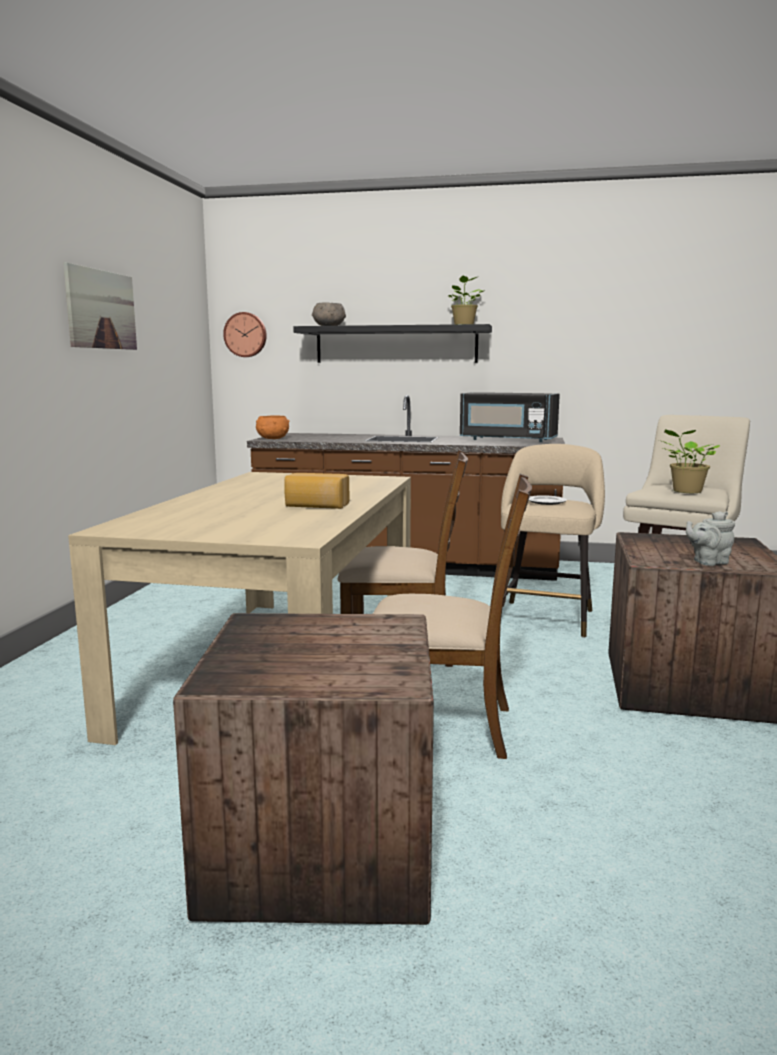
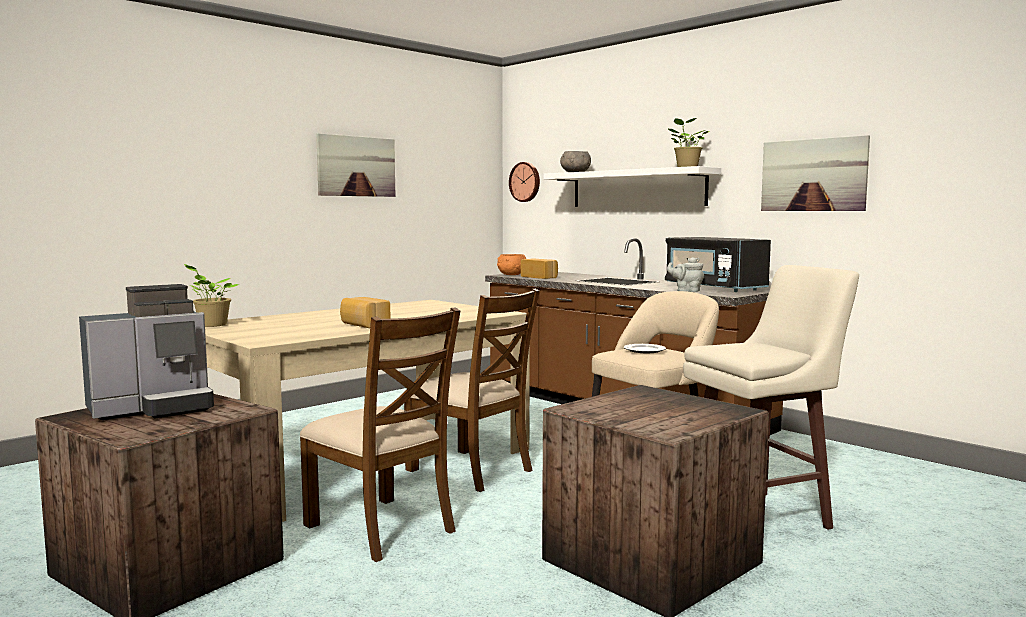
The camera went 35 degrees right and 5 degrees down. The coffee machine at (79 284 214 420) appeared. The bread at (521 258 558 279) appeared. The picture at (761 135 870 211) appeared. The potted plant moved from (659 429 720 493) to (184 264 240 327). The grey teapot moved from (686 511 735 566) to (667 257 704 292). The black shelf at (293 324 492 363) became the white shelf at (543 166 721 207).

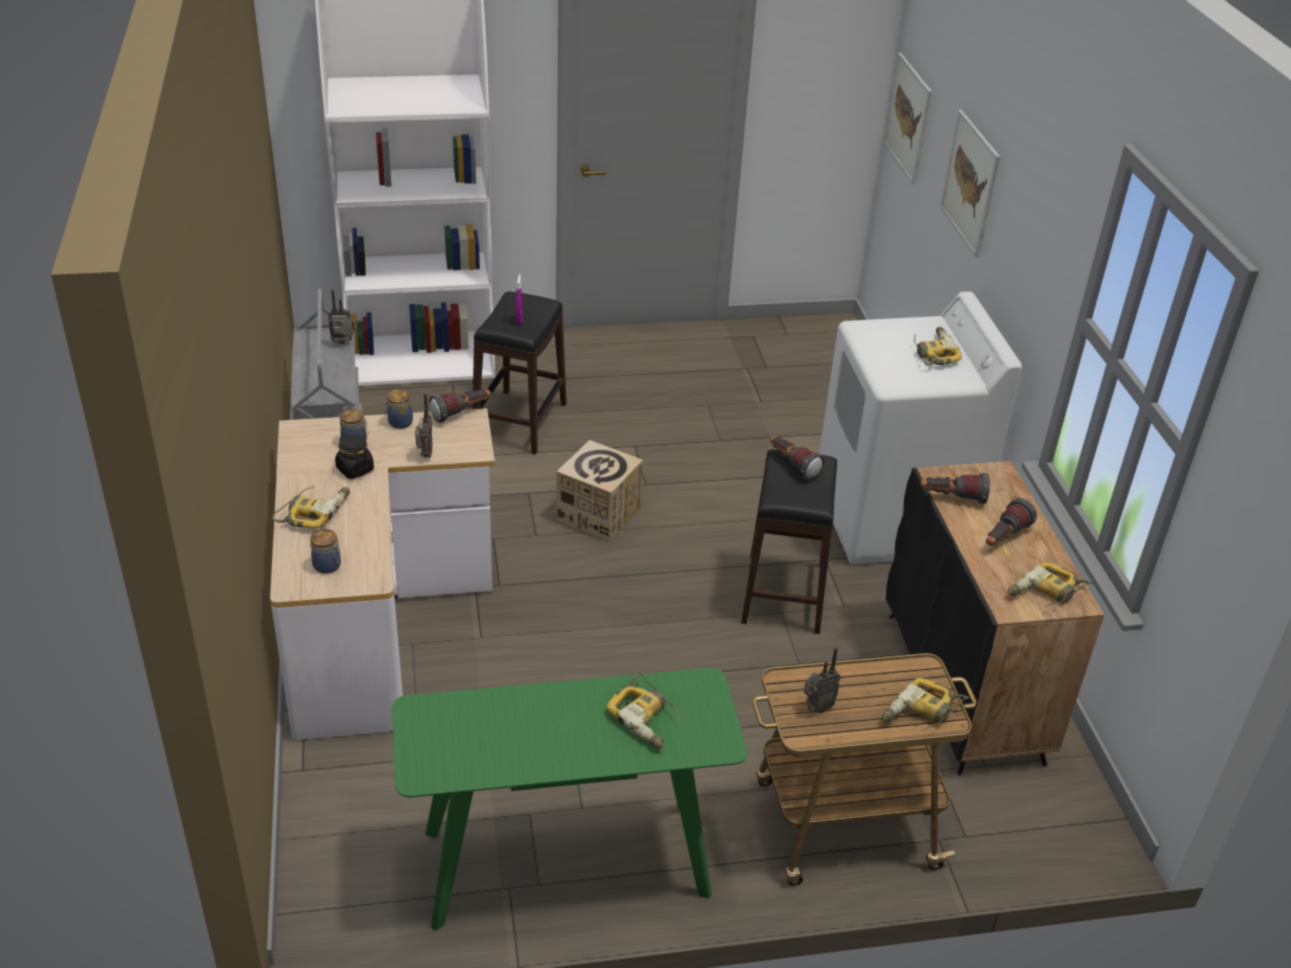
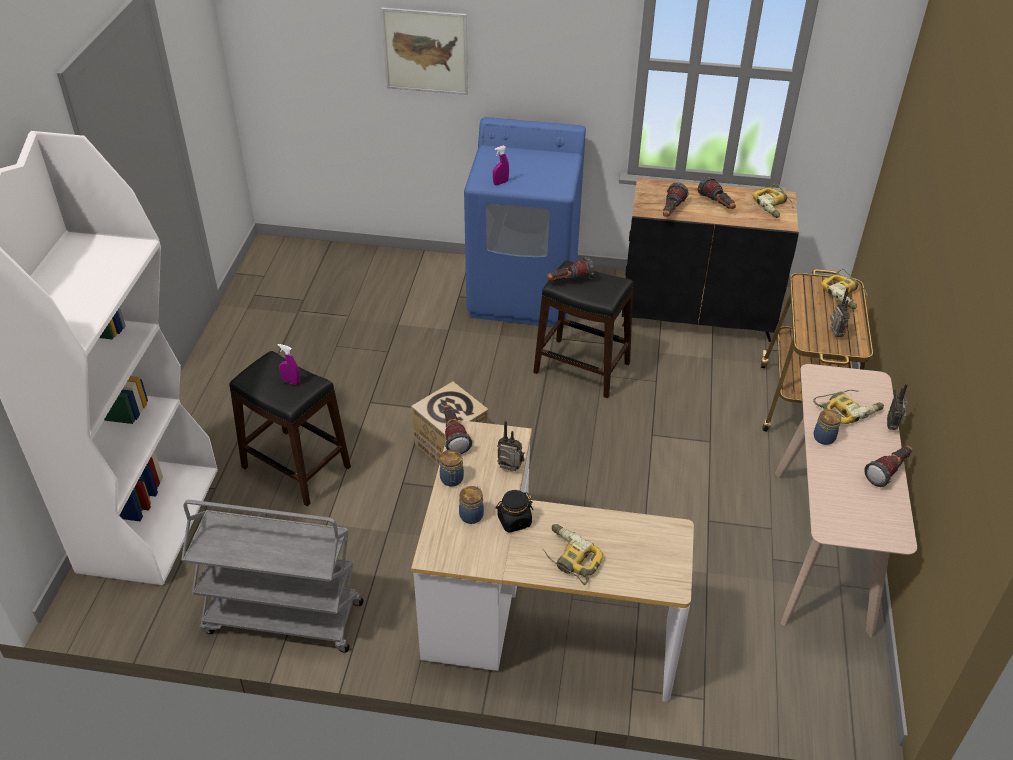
The camera went 70 degrees left and 5 degrees up. The picture at (884 53 932 184) disappeared. The power drill at (914 327 962 366) disappeared. The purple spray bottle at (493 146 509 185) appeared. The flashlight at (864 446 913 487) appeared. The jar moved from (310 529 341 574) to (813 409 841 445). The radio moved from (328 289 355 344) to (887 383 908 430). The green console table at (392 668 748 930) became the beige console table at (775 364 917 638). The white washing machine at (819 292 1022 564) became the blue washing machine at (464 117 586 327).

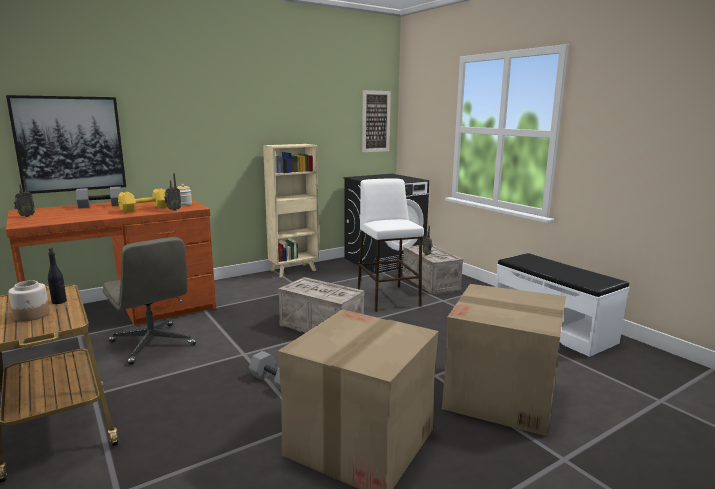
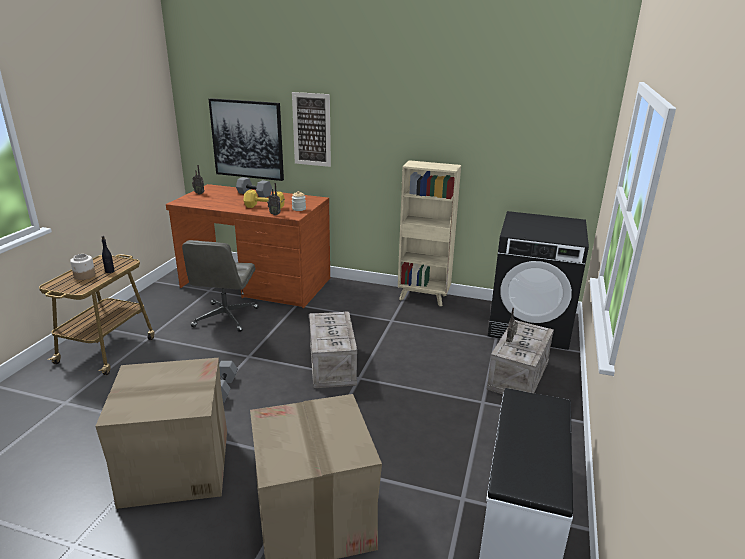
The camera went 50 degrees right and 10 degrees up. The white stool at (358 178 424 312) disappeared. The picture moved from (362 90 391 152) to (292 92 331 167).

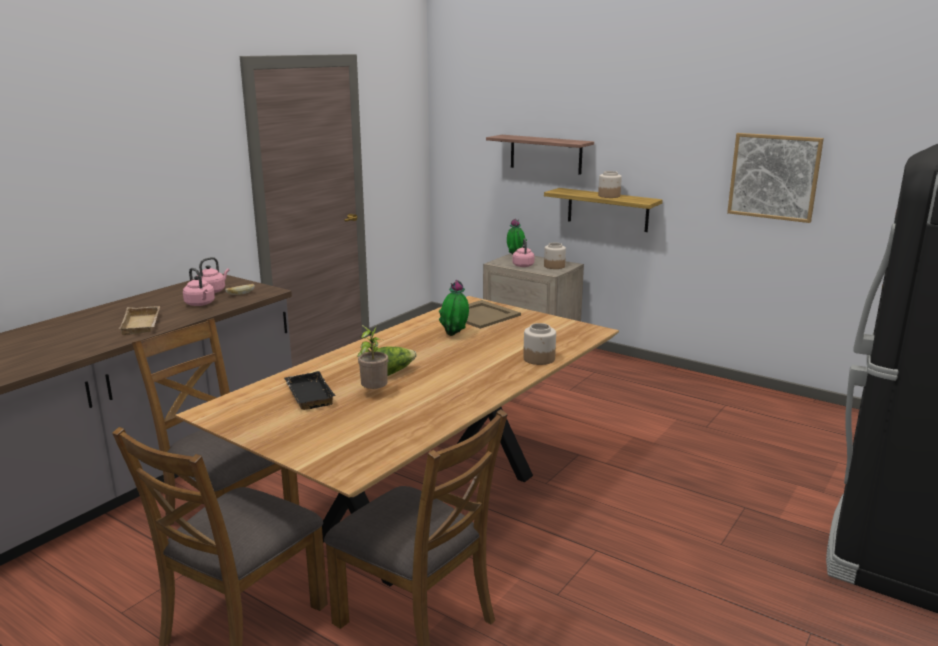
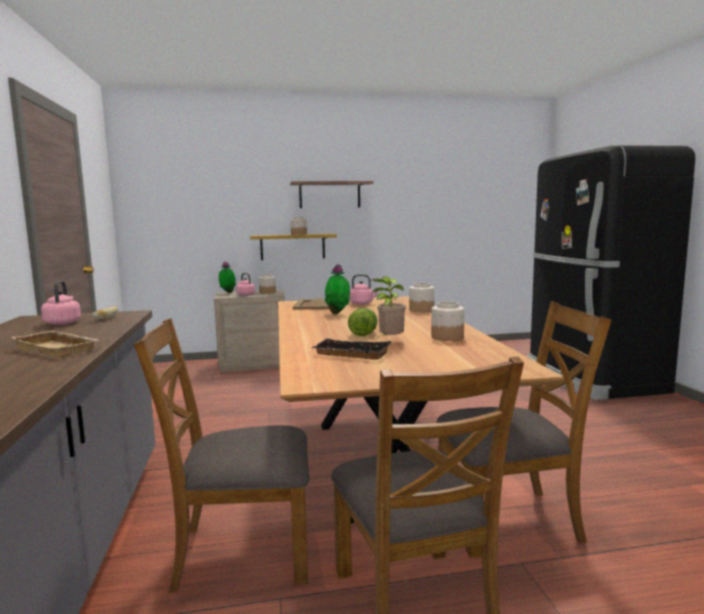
The camera went 45 degrees left and 10 degrees down. The picture at (727 133 824 223) disappeared. The jar at (431 301 464 341) appeared. The pink kettle moved from (183 268 215 306) to (350 274 378 305). The shelf moved from (486 135 594 175) to (290 181 374 208).

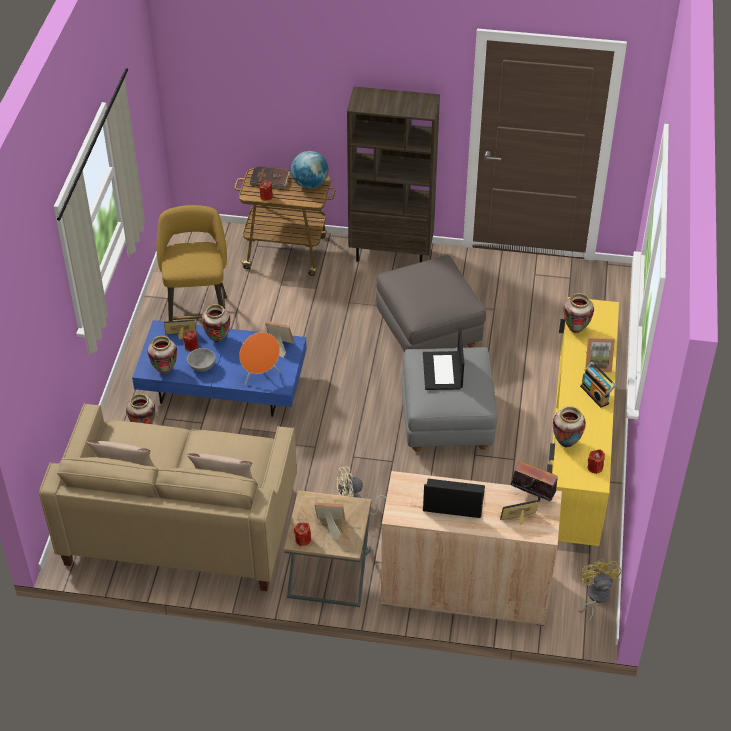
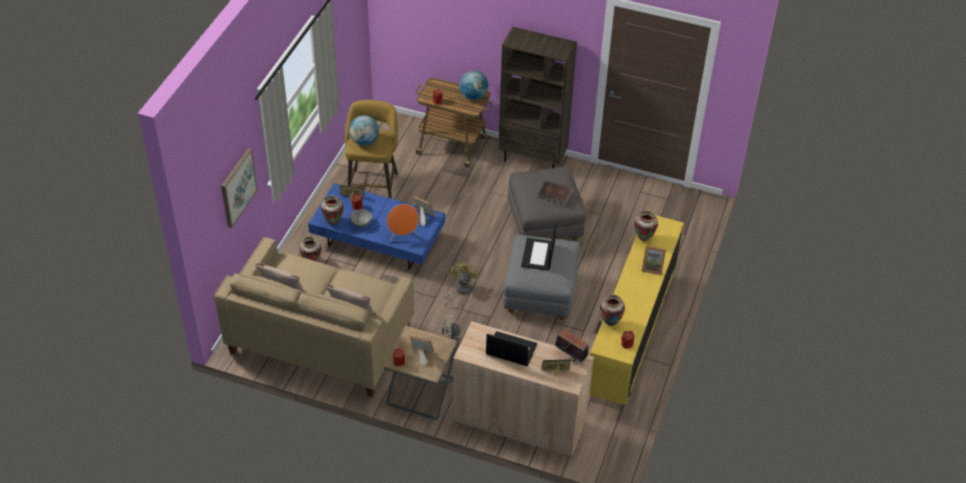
The camera went 10 degrees right and 0 degrees up. The vase at (201 304 230 342) disappeared. The radio at (580 362 616 408) disappeared. The picture at (221 149 257 228) appeared. The globe at (349 115 379 146) appeared. The brown book moved from (249 166 290 189) to (538 181 573 205). The yellow fan moved from (579 559 621 625) to (445 261 479 305).

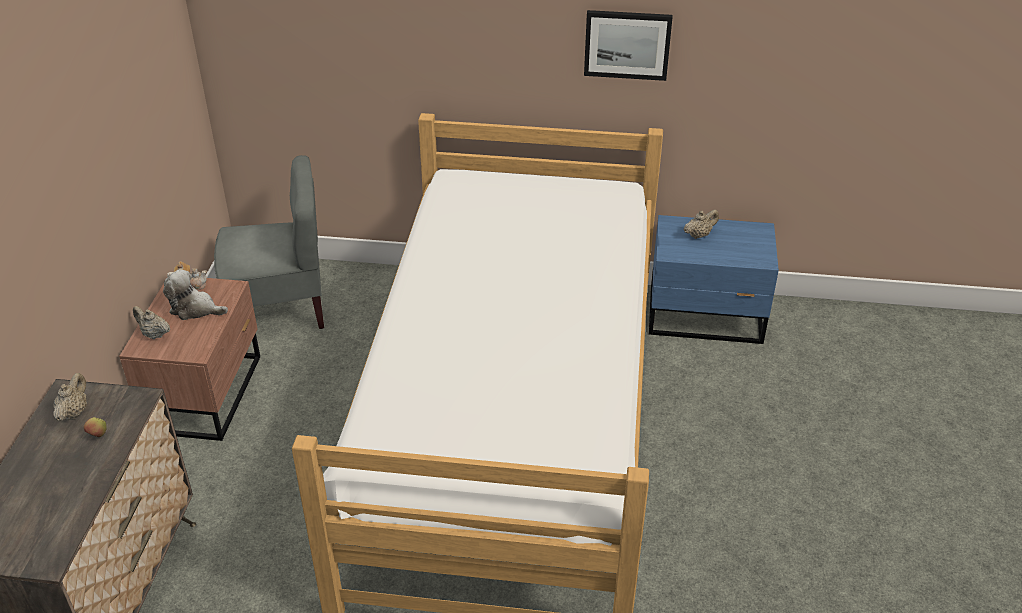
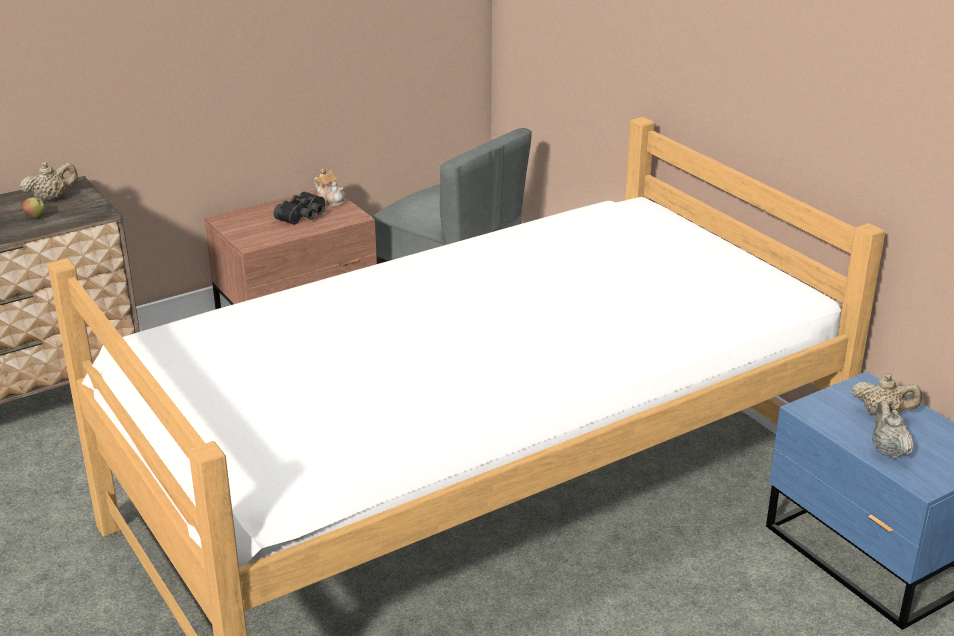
The camera went 50 degrees right and 10 degrees down. The picture at (584 10 673 81) disappeared. The beige teapot moved from (133 306 170 339) to (872 400 914 458). The plush toy at (163 269 228 320) was replaced by the black binoculars at (273 192 325 225).

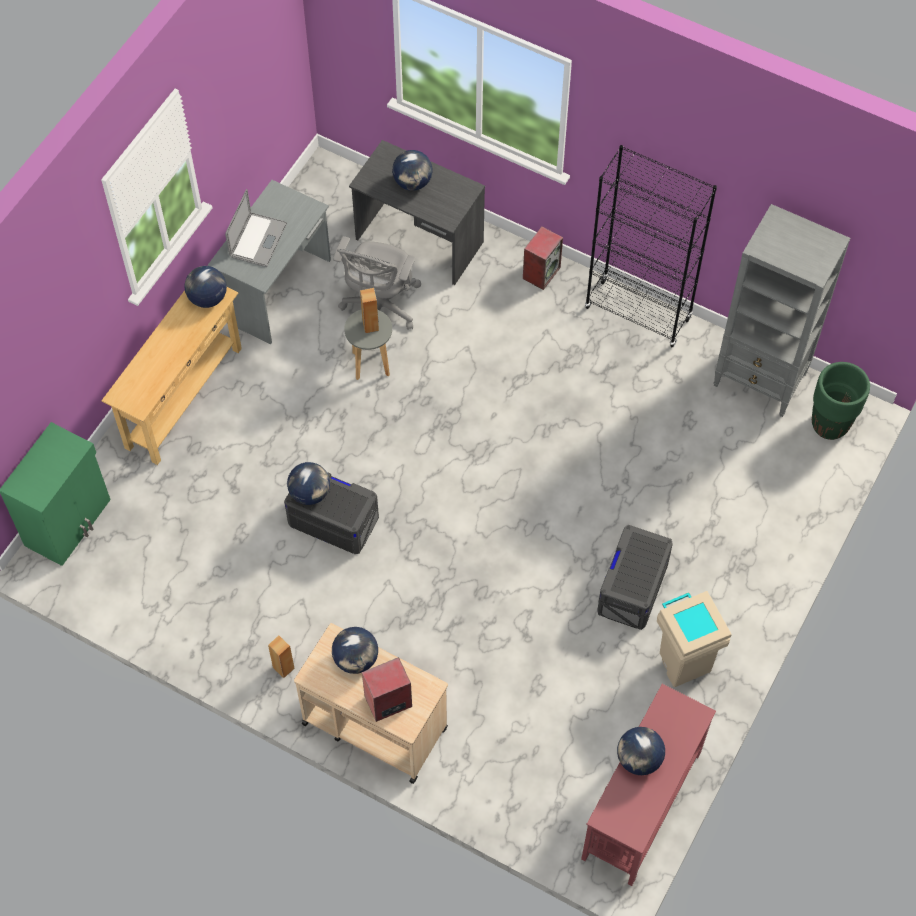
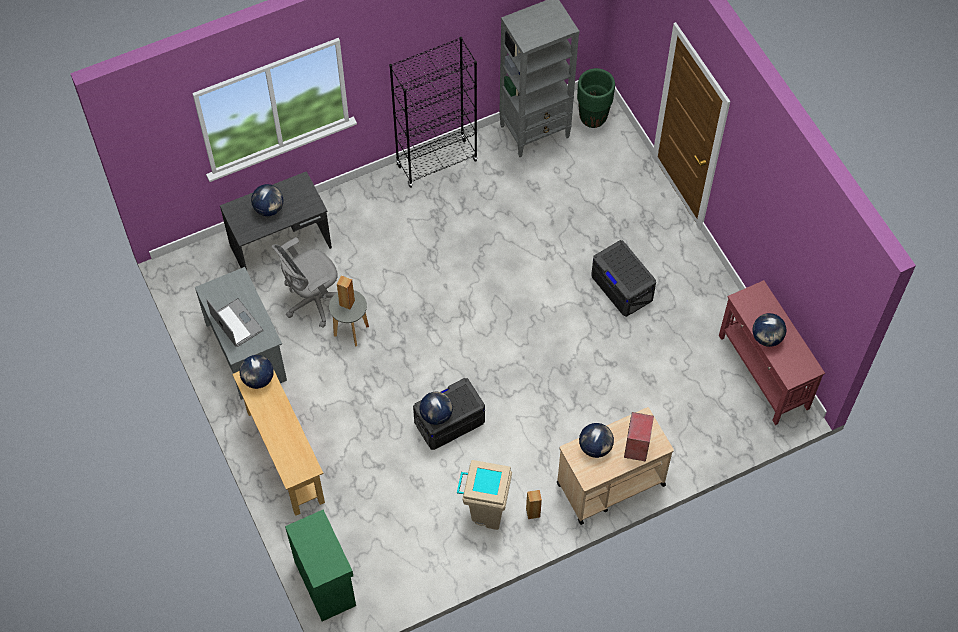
The camera went 55 degrees left and 0 degrees up. The speaker at (523 227 563 290) disappeared. The beige trash can moved from (657 591 732 687) to (457 460 512 530). The grey office chair at (333 236 421 330) turned 90 degrees clockwise.

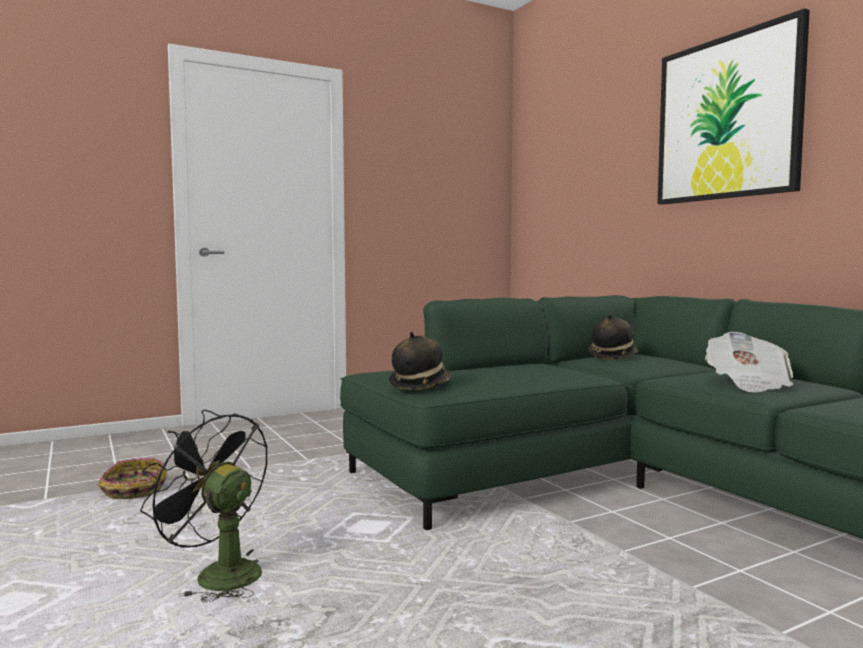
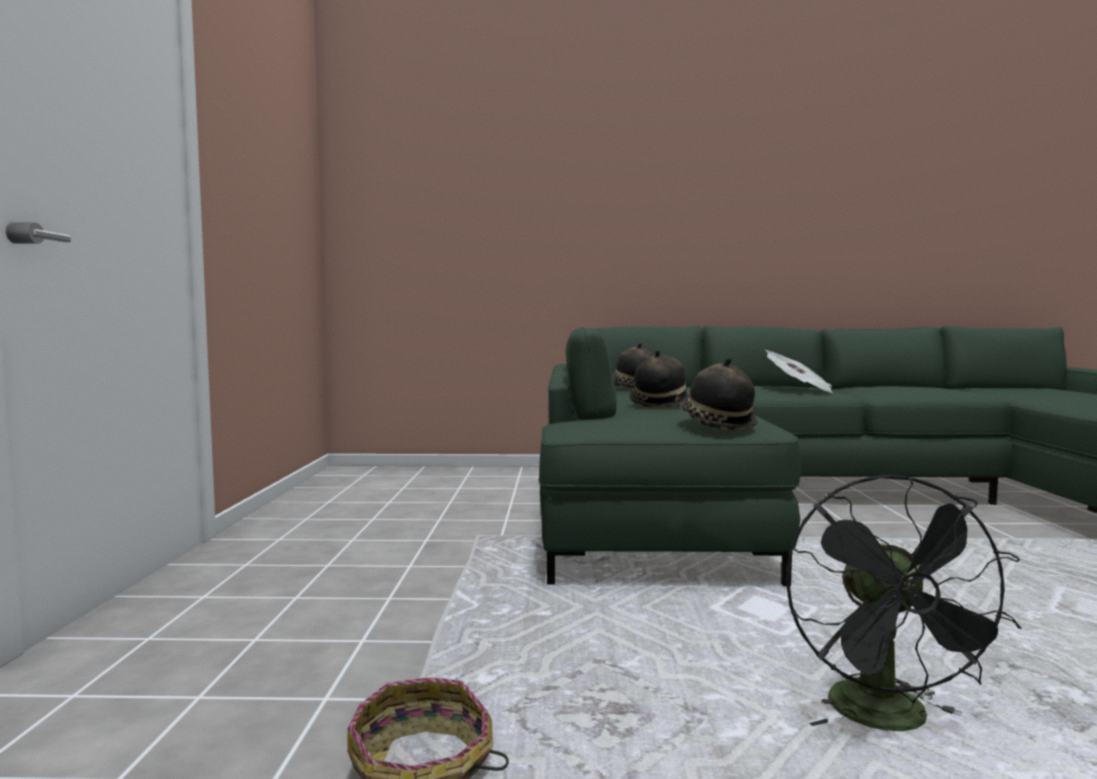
The camera went 60 degrees left and 0 degrees up. The picture at (657 8 810 205) disappeared. The hat at (630 350 690 408) appeared. The black fan at (140 410 268 603) turned 60 degrees counterclockwise.

